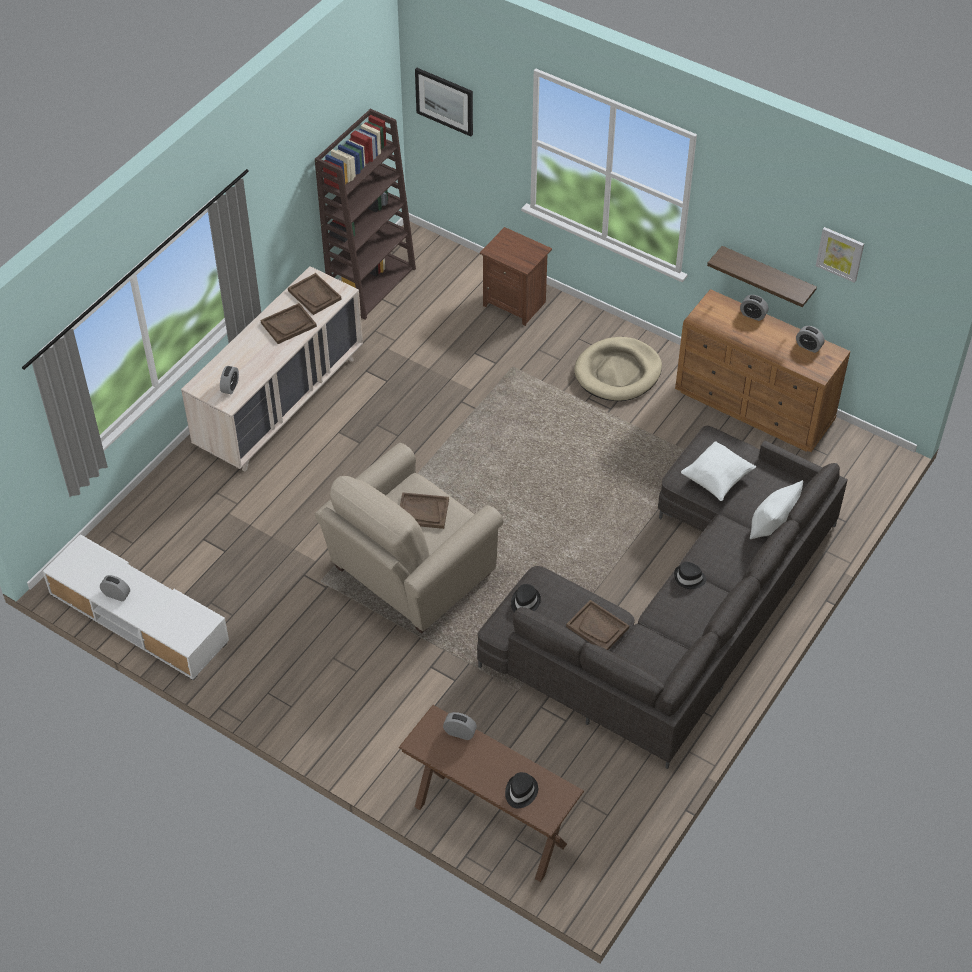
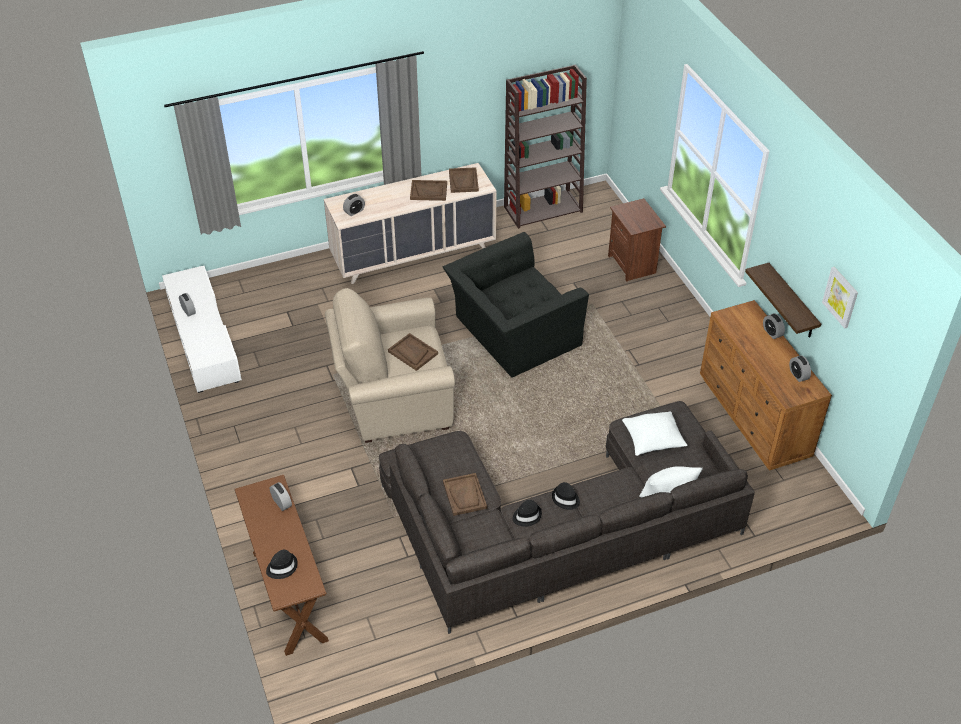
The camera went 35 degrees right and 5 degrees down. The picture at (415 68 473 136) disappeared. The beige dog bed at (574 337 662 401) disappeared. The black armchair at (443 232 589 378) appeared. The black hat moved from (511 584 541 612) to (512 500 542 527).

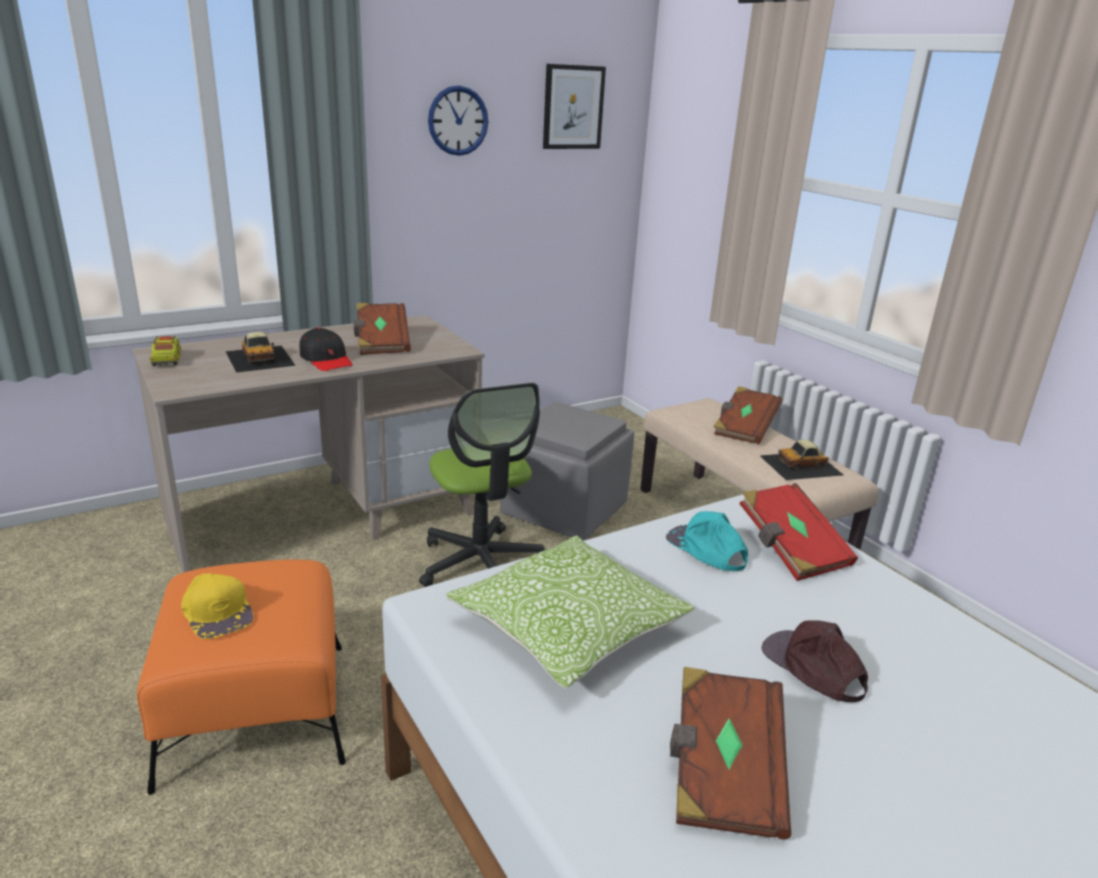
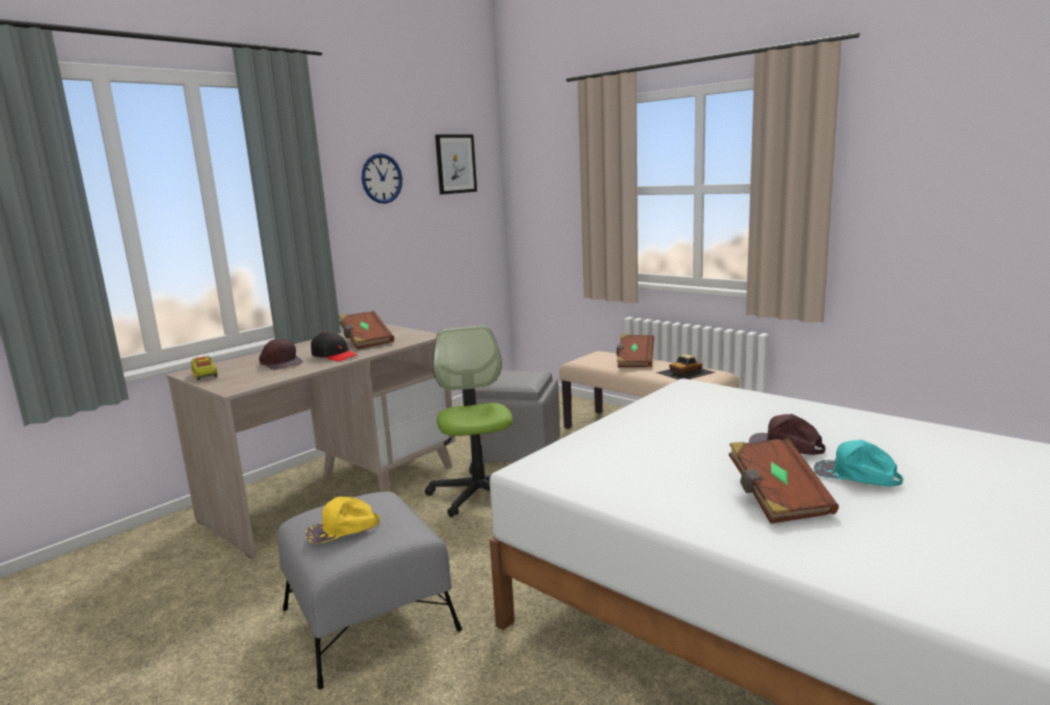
The camera went 15 degrees left and 10 degrees down. The pillow at (446 536 695 689) disappeared. The red book at (739 483 858 581) disappeared. The turquoise cap moved from (666 511 748 571) to (814 440 903 487). The toy car at (225 332 296 373) was replaced by the brown cap at (259 339 303 369). The orange ottoman at (137 560 346 795) became the grey ottoman at (277 492 462 690). The yellow cap at (181 573 254 639) turned 120 degrees clockwise. The office chair at (419 383 547 587) turned 150 degrees counterclockwise.

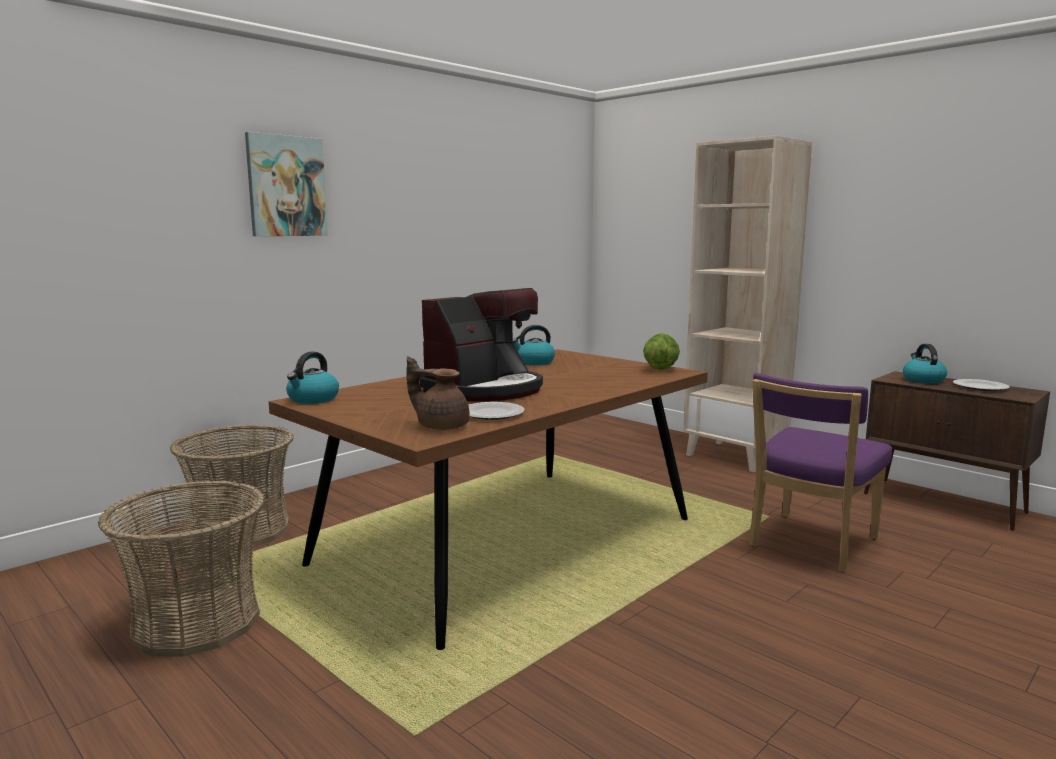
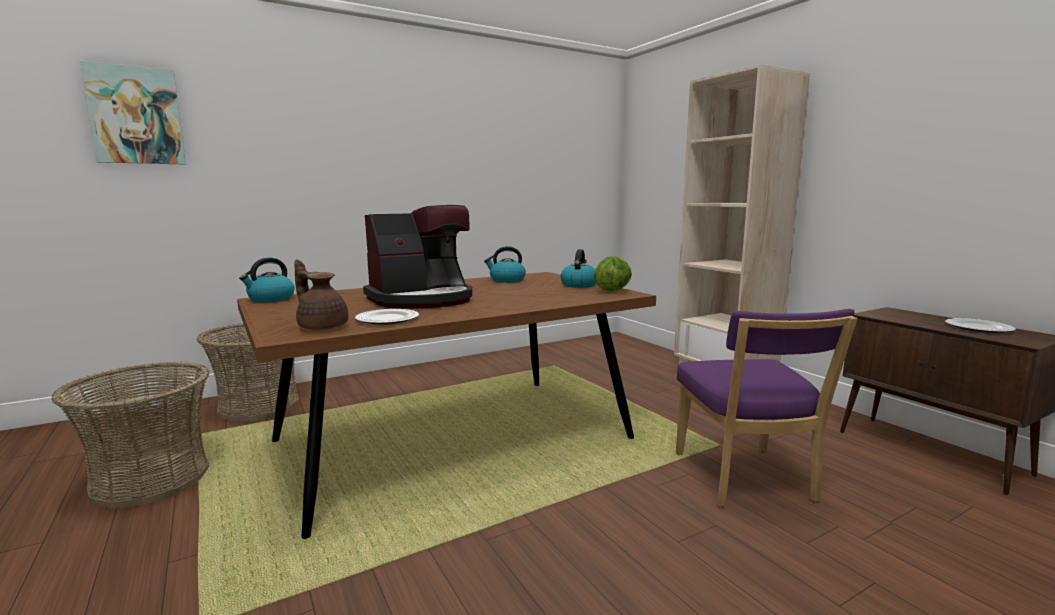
The camera went 15 degrees right and 0 degrees up. The picture moved from (245 132 328 236) to (80 61 186 165). The kettle moved from (903 344 947 384) to (561 249 596 288). The purple chair at (749 373 892 572) turned 60 degrees counterclockwise.

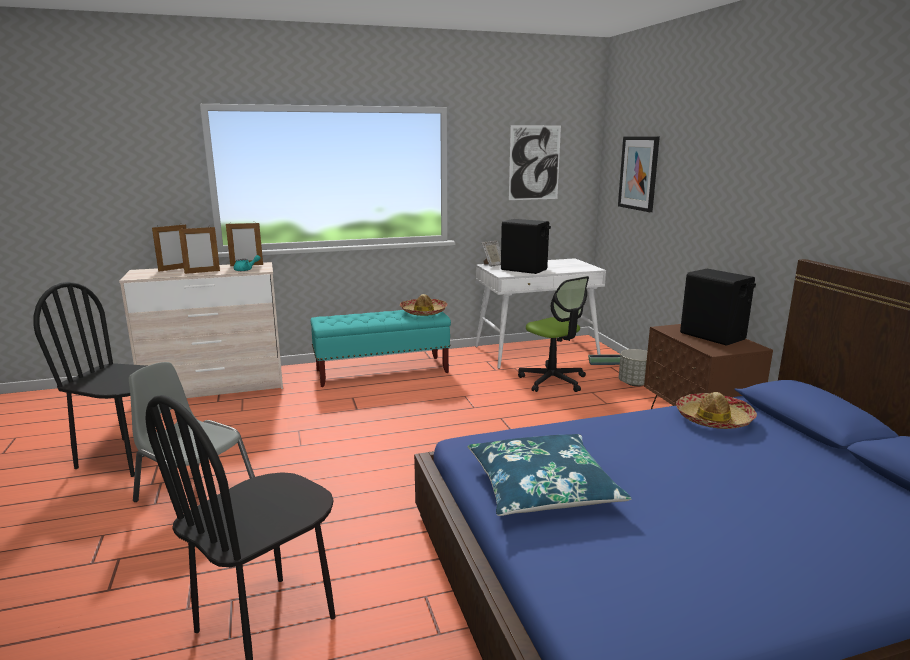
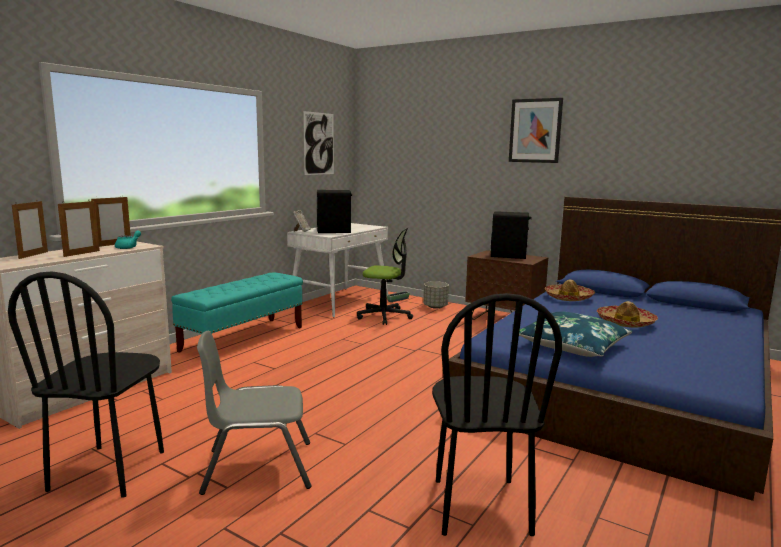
The camera went 40 degrees left and 5 degrees down. The hat moved from (400 294 447 316) to (597 301 658 328). The picture moved from (618 136 660 212) to (509 98 563 163). The black chair at (33 282 146 477) turned 60 degrees counterclockwise.

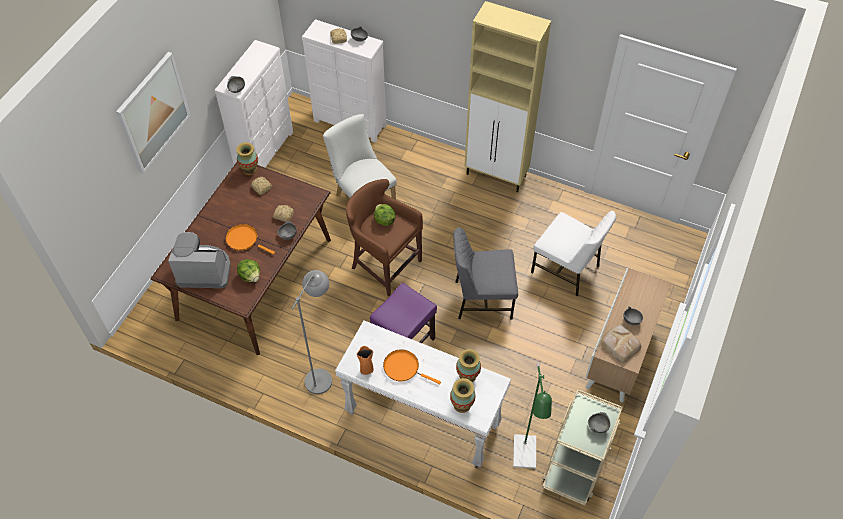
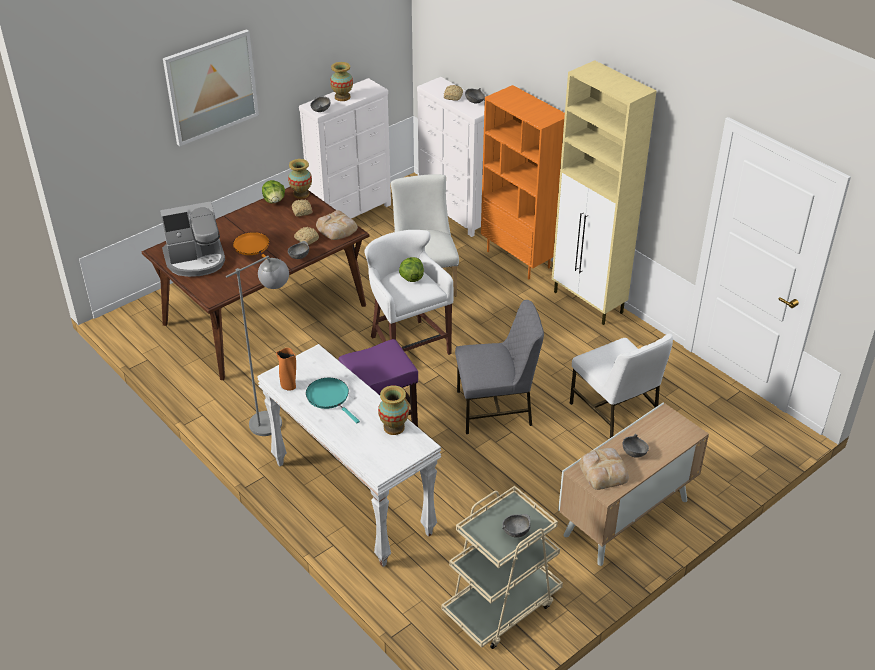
The camera went 25 degrees right and 15 degrees down. The green floor lamp at (513 362 552 469) disappeared. The bread at (316 210 358 240) appeared. The orange bookcase at (481 85 565 280) appeared. The lettuce moved from (237 259 260 282) to (262 180 285 203). The vase moved from (450 378 476 413) to (330 62 353 101). The brown stool at (346 179 423 296) became the white stool at (364 230 453 355). The orange frying pan at (383 349 441 385) became the turquoise frying pan at (306 378 360 423). The coffee machine at (168 232 231 288) turned 135 degrees clockwise. The grey chair at (453 227 518 319) turned 150 degrees clockwise.

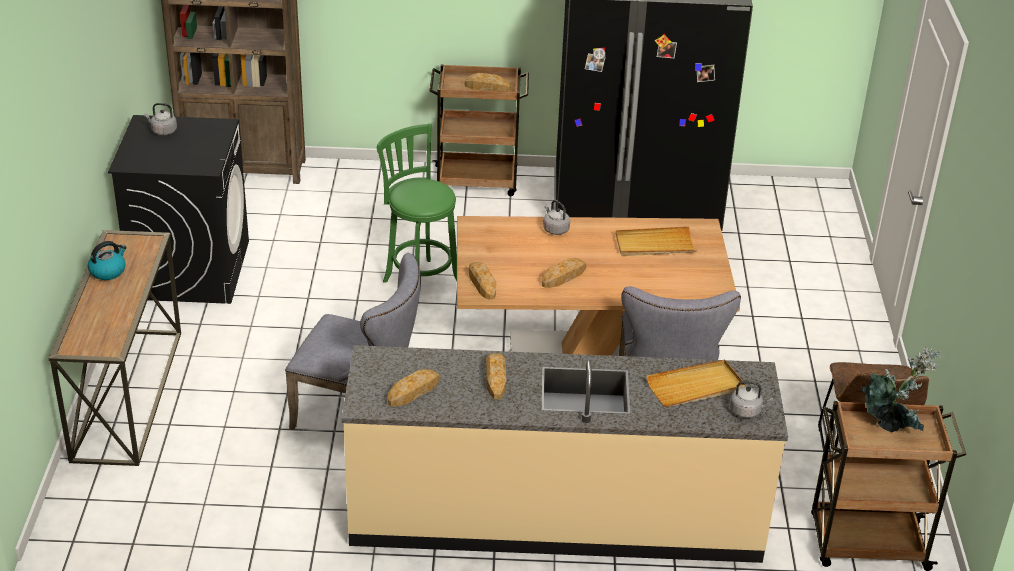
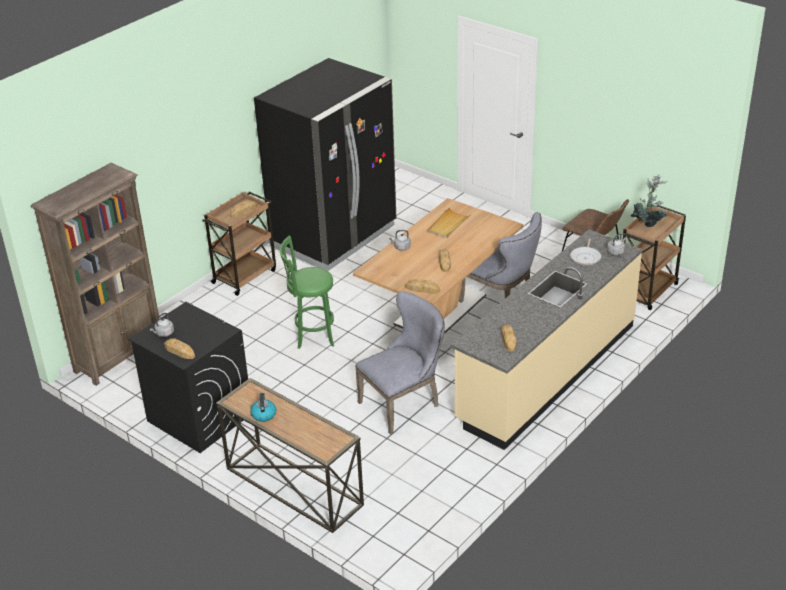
The camera went 50 degrees left and 0 degrees up. The bread moved from (486 353 506 399) to (164 338 195 359). The beige tray at (646 360 745 407) was replaced by the frying pan at (570 238 601 266).

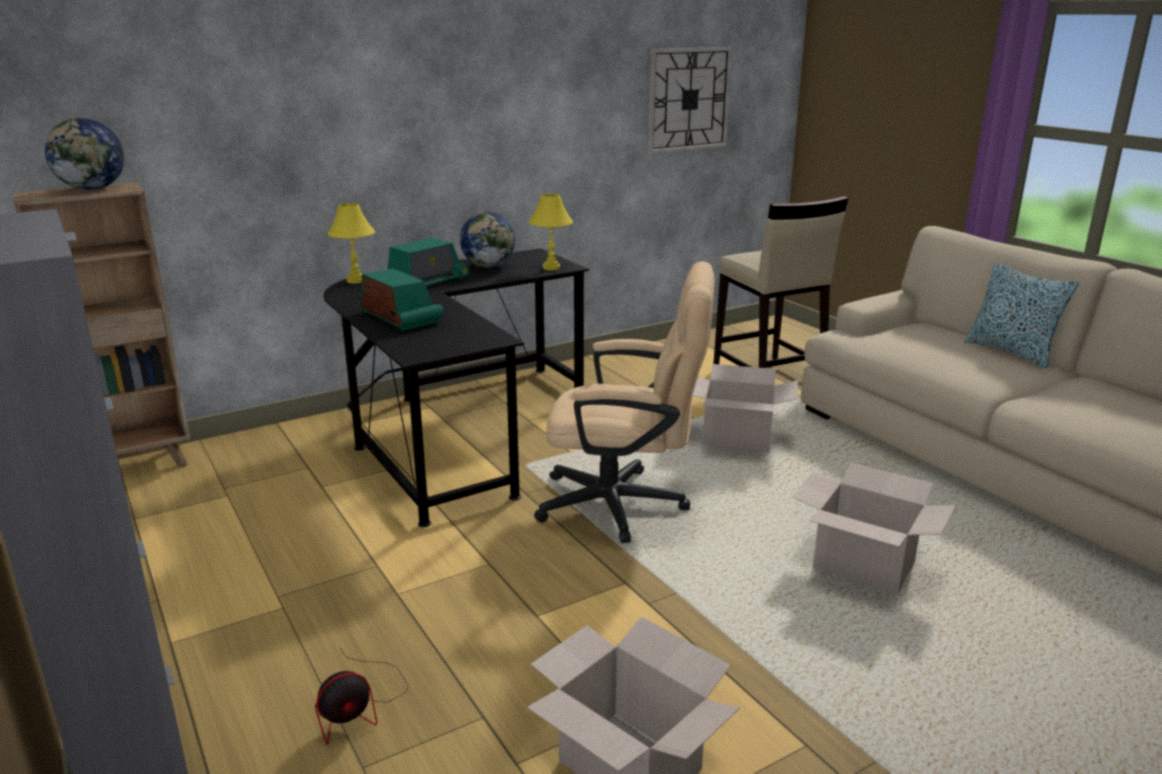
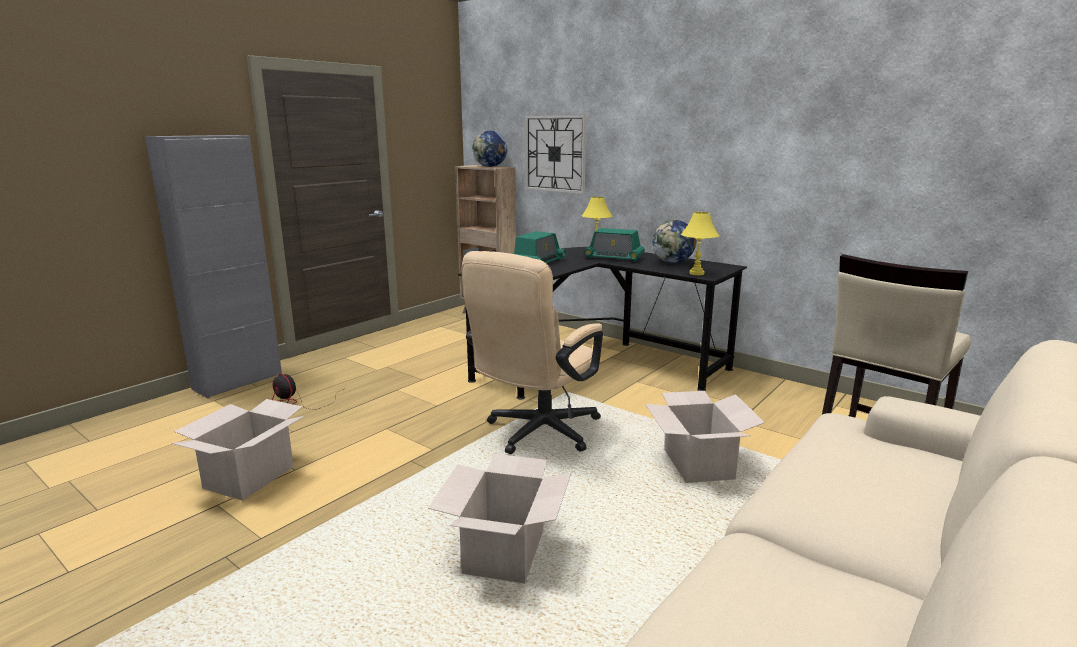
The camera went 70 degrees right and 5 degrees down. The pillow at (964 263 1080 368) disappeared. The wall clock moved from (648 47 732 153) to (525 115 587 194). The beige office chair at (534 261 715 543) turned 45 degrees clockwise.

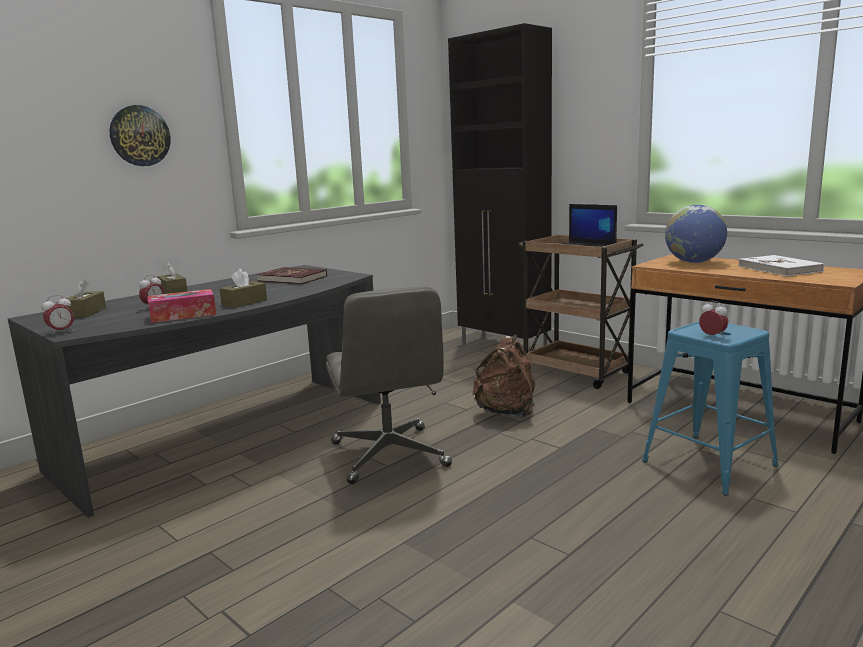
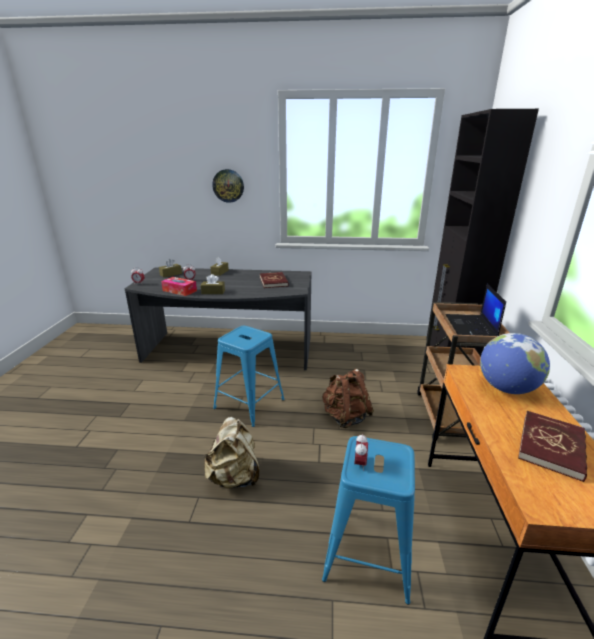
The camera went 50 degrees right and 10 degrees up. The beige backpack at (204 417 259 489) appeared. The grey office chair at (326 287 452 484) was replaced by the blue stool at (213 326 284 427). The white book at (738 255 824 276) became the red book at (518 411 587 482).

